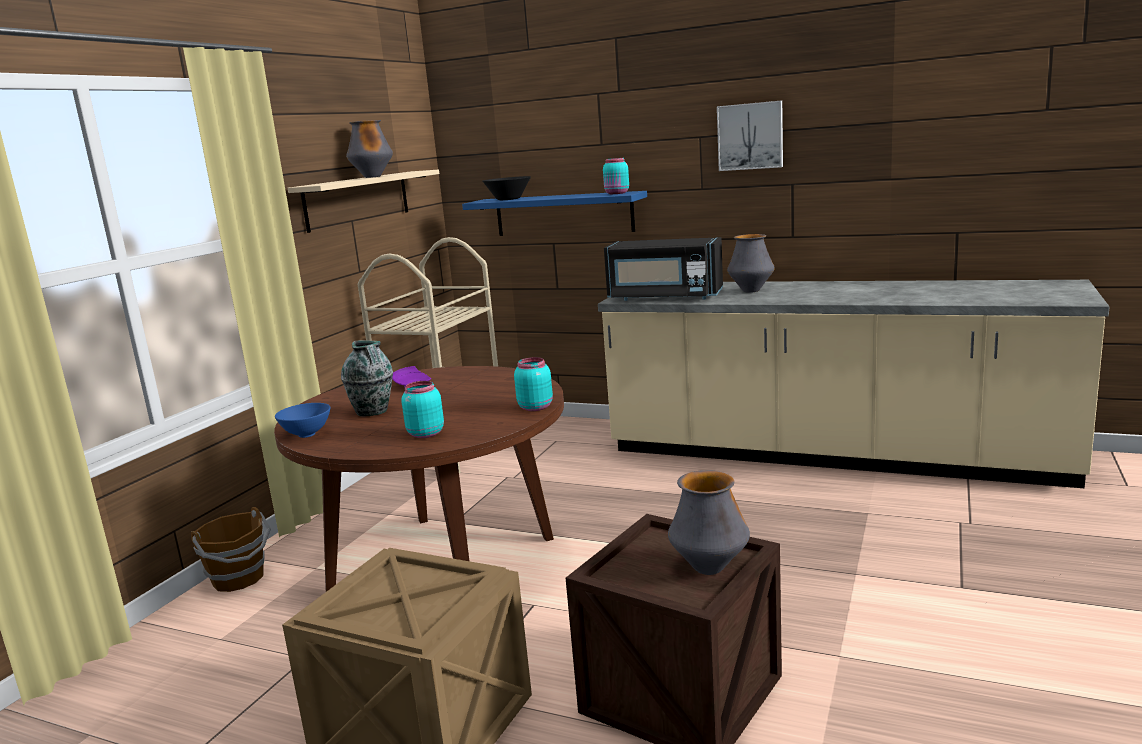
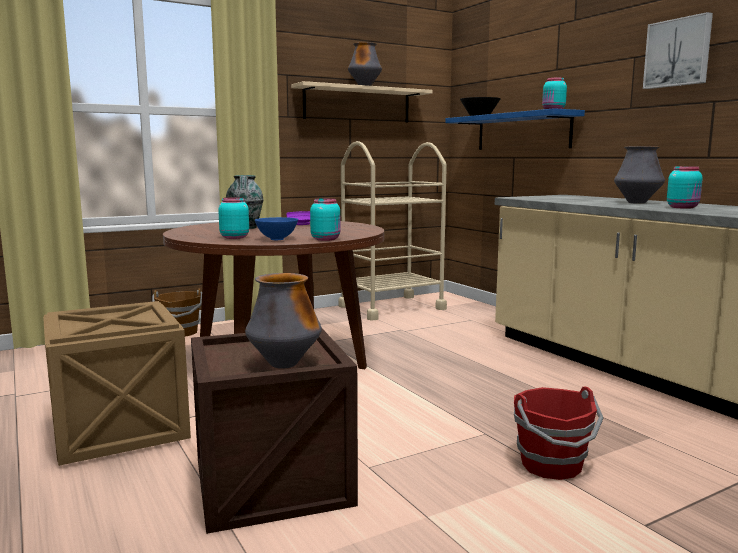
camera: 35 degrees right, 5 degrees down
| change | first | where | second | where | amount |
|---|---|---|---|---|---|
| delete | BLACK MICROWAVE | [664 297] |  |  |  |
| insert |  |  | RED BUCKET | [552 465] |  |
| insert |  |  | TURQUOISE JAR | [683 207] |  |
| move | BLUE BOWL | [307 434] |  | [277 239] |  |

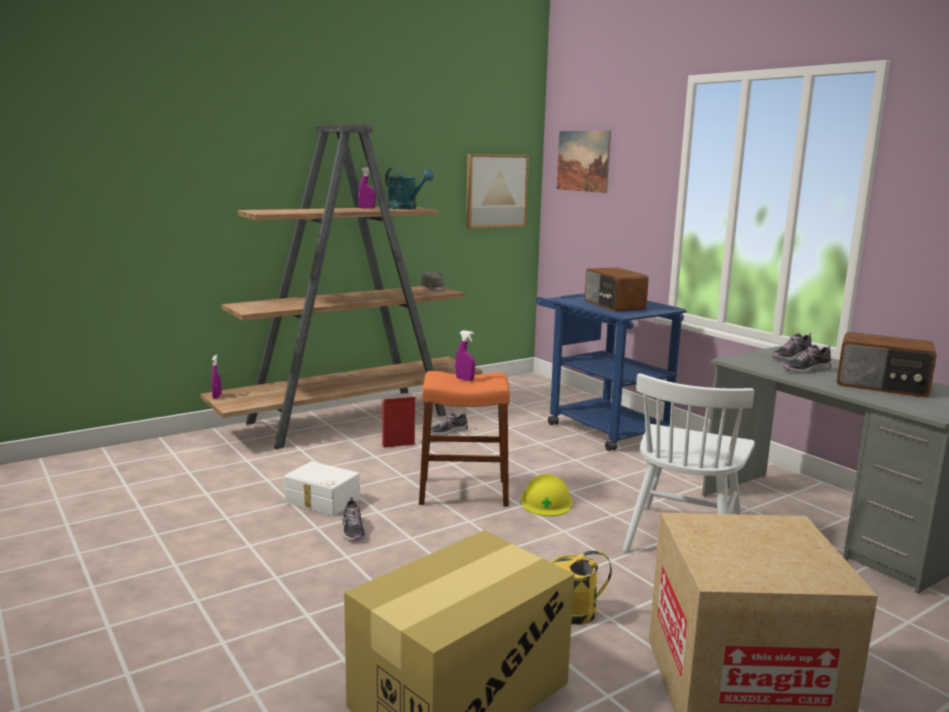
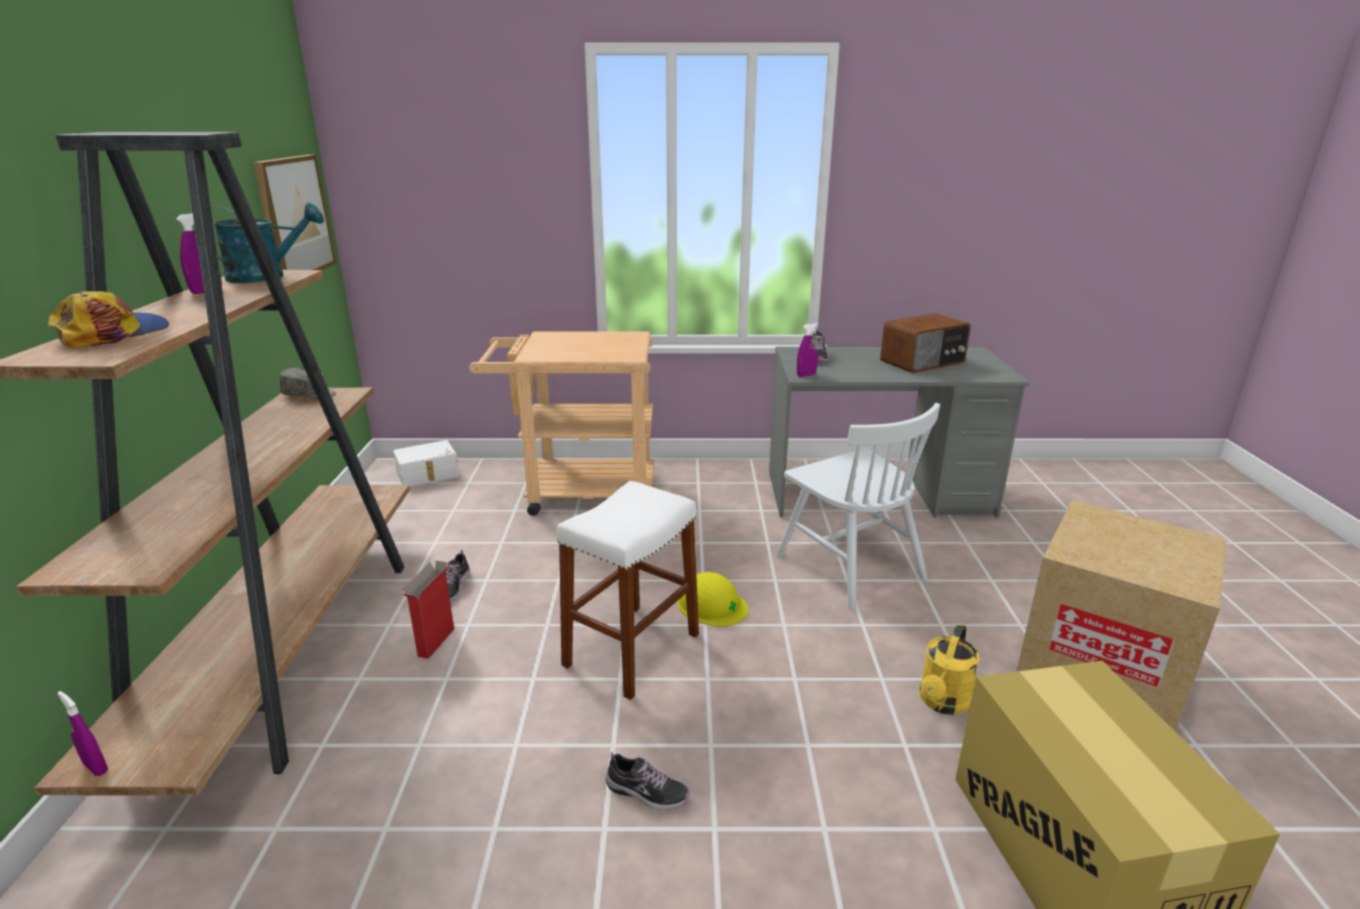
camera: 55 degrees left, 10 degrees up
| change | first | where | second | where | amount |
|---|---|---|---|---|---|
| delete | PICTURE | [583 161] |  |  |  |
| delete | RADIO | [613 305] |  |  |  |
| delete | SHOE | [806 370] |  |  |  |
| insert |  |  | CAP | [113 334] |  |
| move | WHITE STORAGE BOX | [321 501] |  | [428 475] |  |
| move | PURPLE SPRAY BOTTLE | [465 379] |  | [806 375] |  |
| recolor | ORANGE STOOL | [463 492] | WHITE STOOL | [632 649] |  |
| recolor | BLUE CART | [600 427] | BEIGE CART | [578 493] |  |

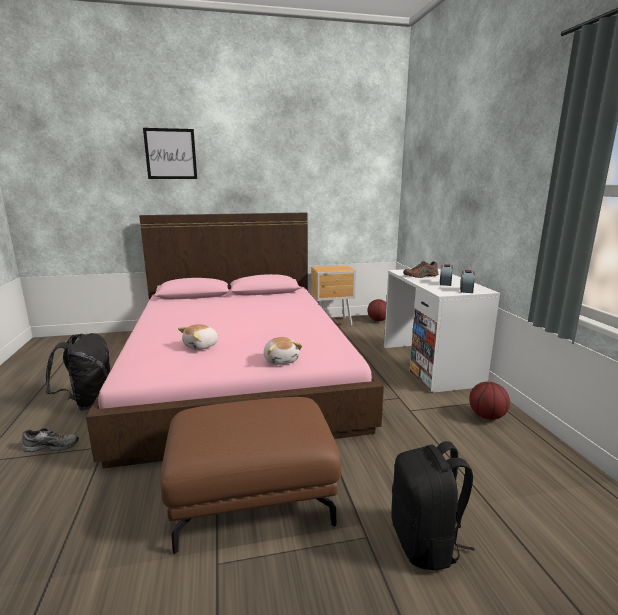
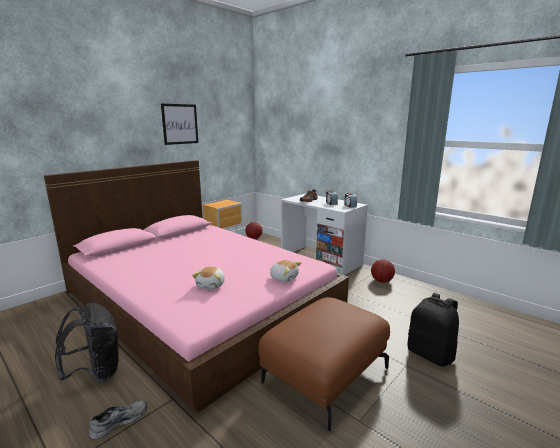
camera: 35 degrees left, 0 degrees up
| change | first | where | second | where | amount |
|---|---|---|---|---|---|
| move | PICTURE | [170 154] |  | [180 124] |  |

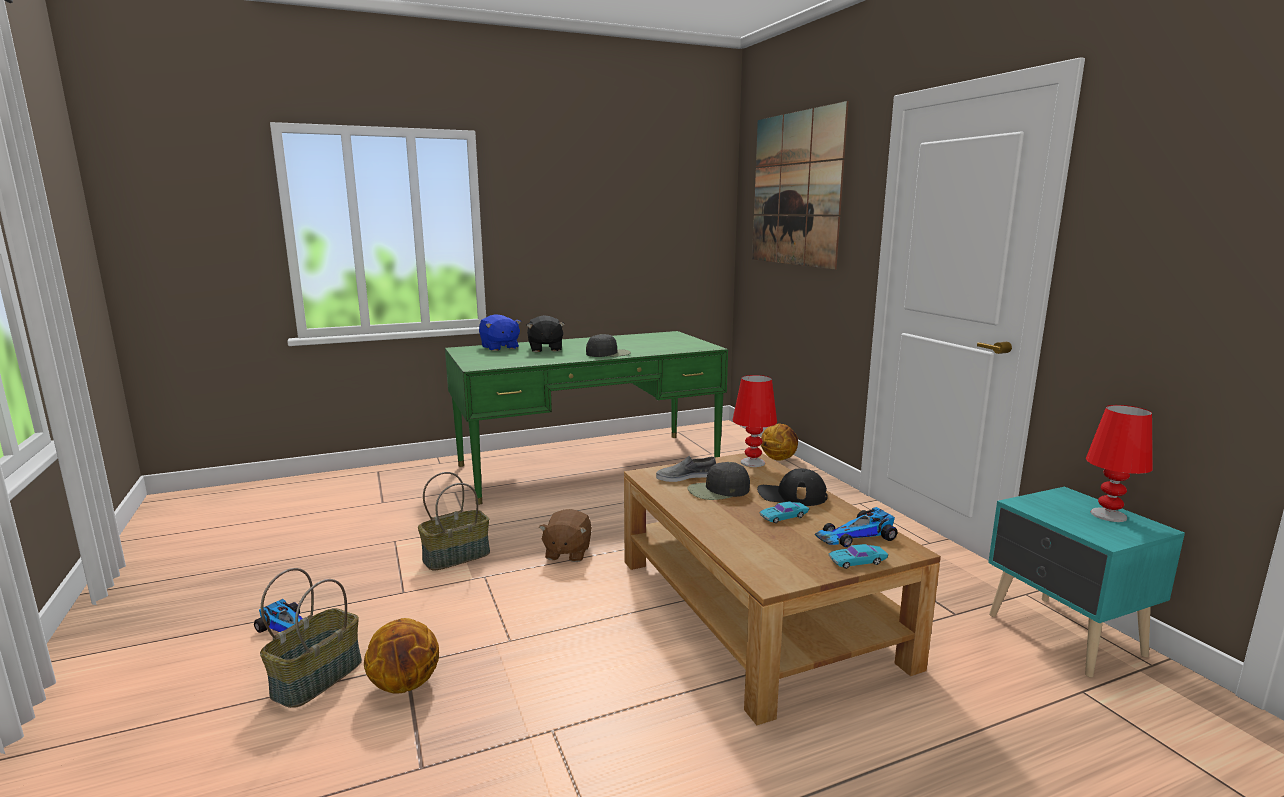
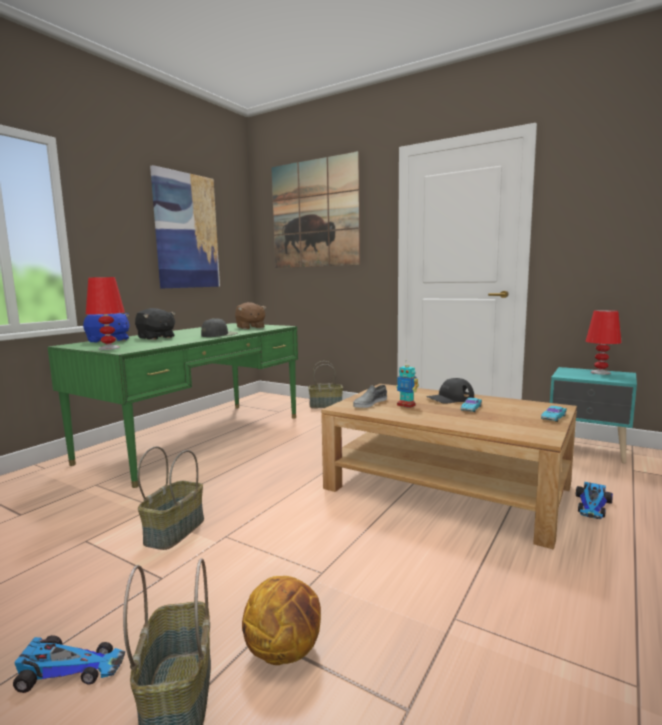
camera: 35 degrees left, 5 degrees down
| change | first | where | second | where | amount |
|---|---|---|---|---|---|
| insert |  |  | PICTURE | [186 231] |  |
| move | BROWN PLUSH TOY | [567 552] |  | [250 328] |  |
| move | RED TABLE LAMP | [753 462] |  | [109 348] |  |
| move | TOY CAR | [856 536] |  | [592 507] |  |
| replace | BLACK CAP | [718 490] | TOY ROBOT | [406 405] |  |
| replace | BASKETBALL | [779 458] | BASKET | [326 405] |  |

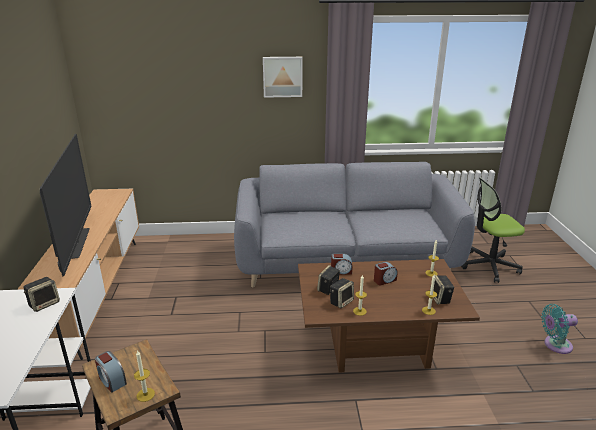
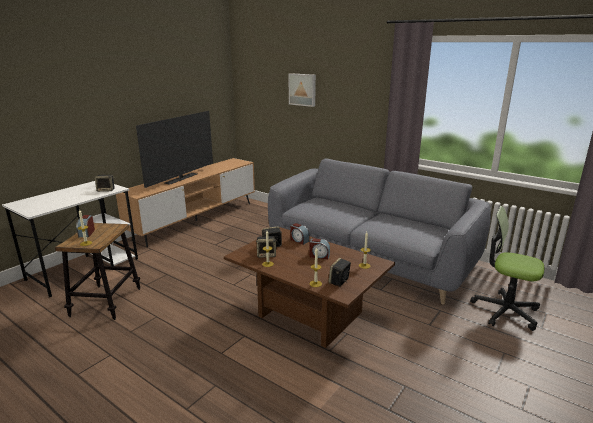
camera: 40 degrees right, 5 degrees down
| change | first | where | second | where | amount |
|---|---|---|---|---|---|
| delete | TURQUOISE FAN | [555 345] |  |  |  |
| move | PICTURE | [282 76] |  | [302 89] |  |

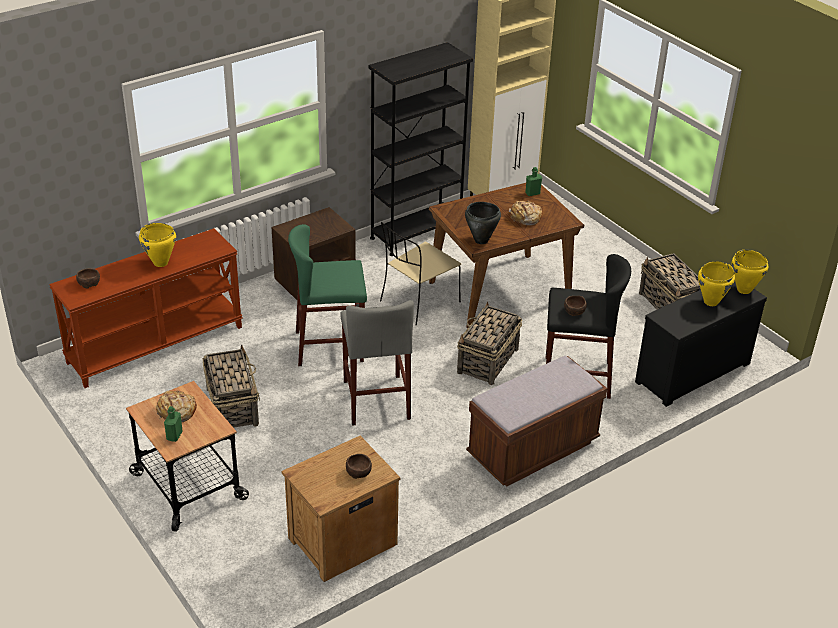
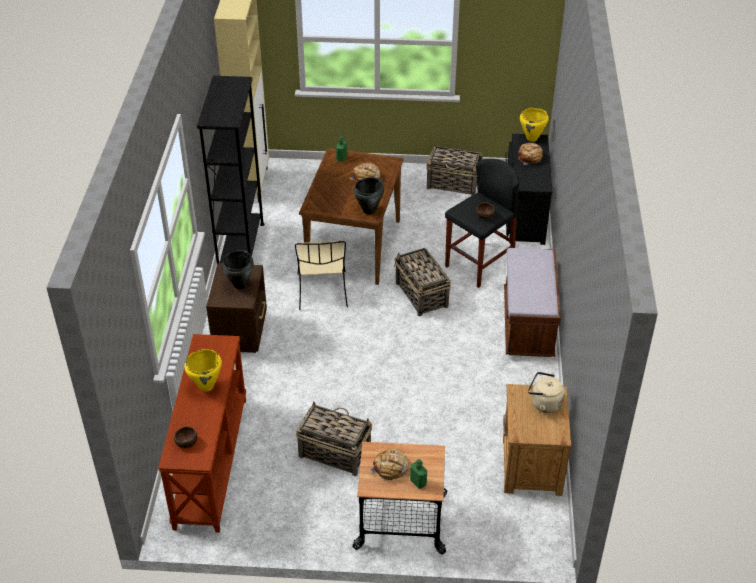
camera: 50 degrees left, 5 degrees up
| change | first | where | second | where | amount |
|---|---|---|---|---|---|
| delete | GREEN STOOL | [329 346] |  |  |  |
| delete | GREY STOOL | [376 399] |  |  |  |
| insert |  |  | BLACK COOKING POT | [240 285] |  |
| replace | BROWN BOWL | [359 471] | BEIGE KETTLE | [544 403] |  |
| replace | YELLOW COOKING POT | [711 302] | BREAD | [530 157] |  |

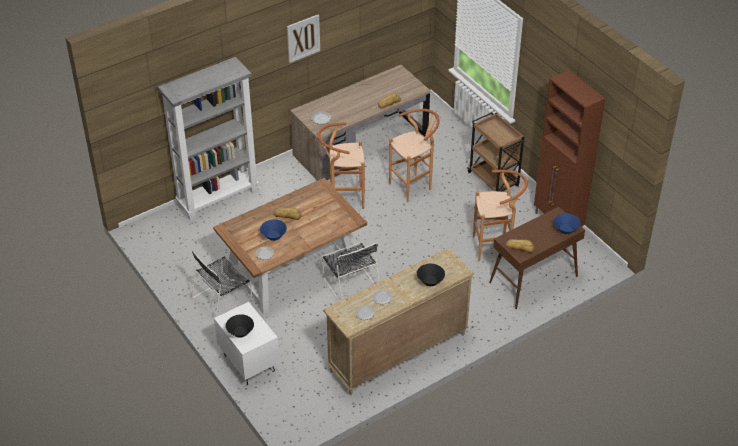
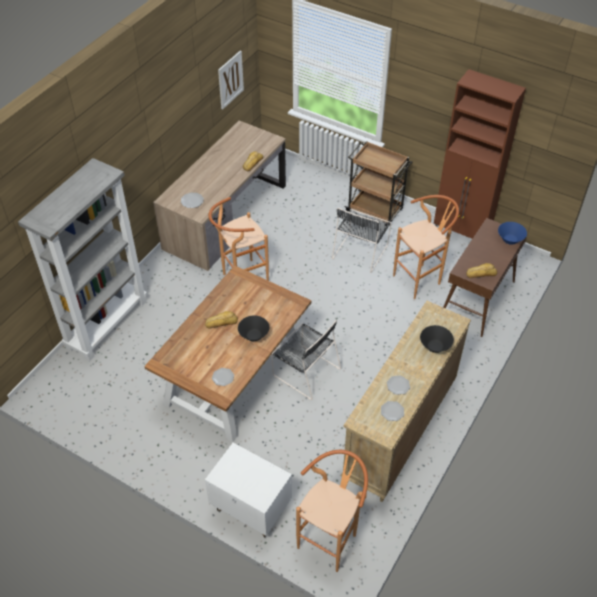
camera: 25 degrees left, 5 degrees up
| change | first | where | second | where | amount |
|---|---|---|---|---|---|
| delete | BLUE BOWL | [273 236] |  |  |  |
| move | BLACK CHAIR | [223 299] |  | [360 251] |  |
| move | BLACK BOWL | [240 332] |  | [254 335] |  |
| move | PICTURE | [303 38] |  | [230 79] |  |
| move | BROWN STOOL | [414 186] |  | [331 538] |  |

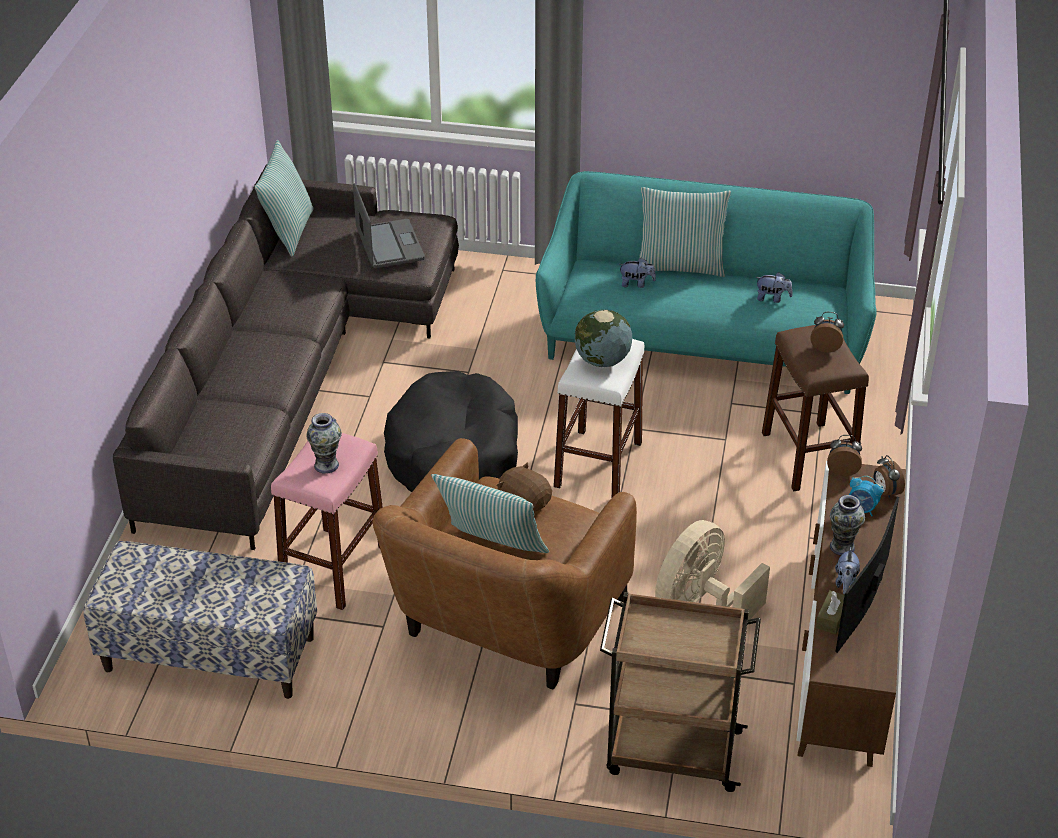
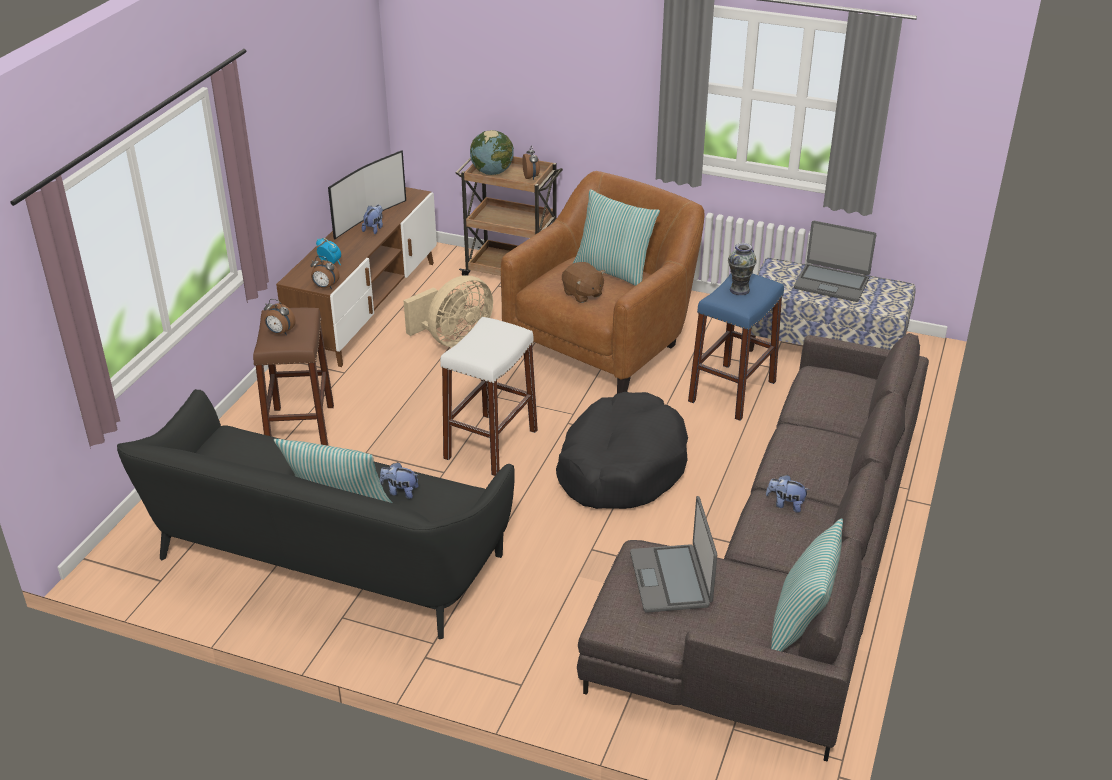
camera: 170 degrees left, 5 degrees down
| change | first | where | second | where | amount |
|---|---|---|---|---|---|
| delete | BROWN TISSUE BOX | [831 618] |  |  |  |
| delete | VASE | [841 546] |  |  |  |
| insert |  |  | LAPTOP | [831 283] |  |
| move | GLOBE | [602 361] |  | [492 172] |  |
| move | PLUSH TOY | [772 298] |  | [785 504] |  |
| move | ALARM CLOCK | [885 492] |  | [531 177] |  |
| recolor | PINK STOOL | [334 567] | BLUE STOOL | [732 391] |  |
| recolor | TURQUOISE SOFA | [704 338] | BLACK SOFA | [325 558] |  |

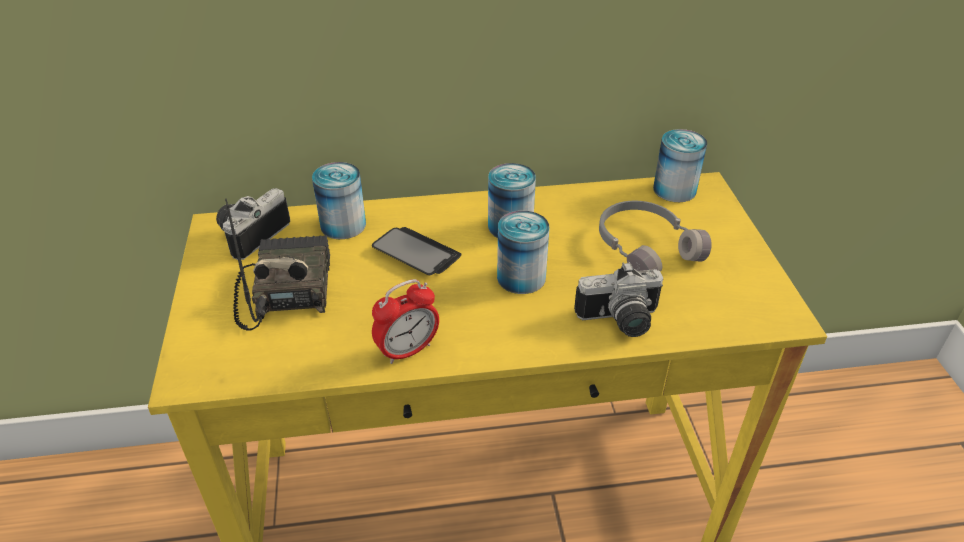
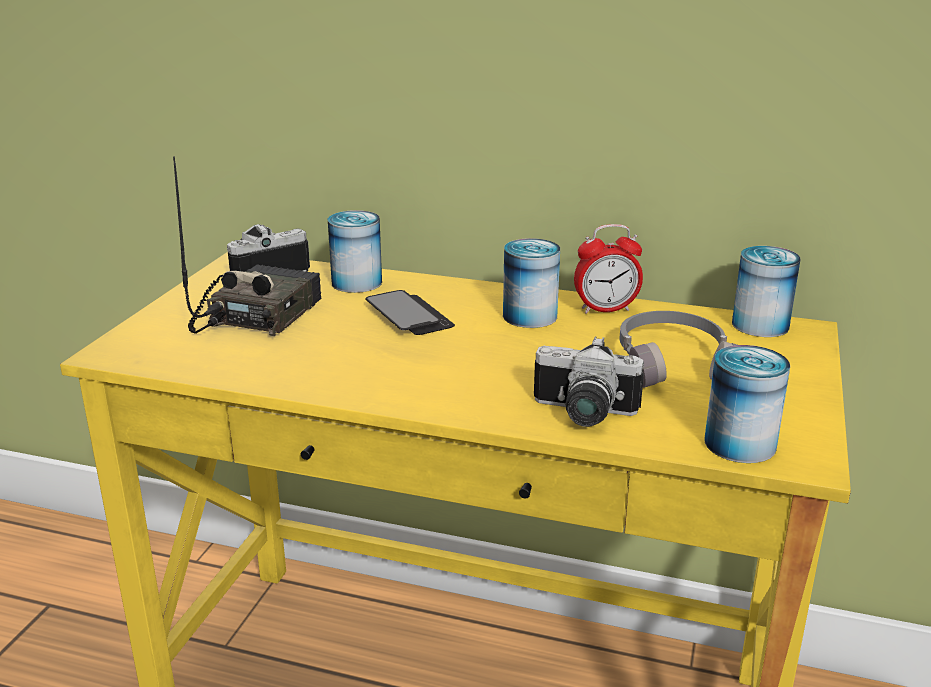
camera: 25 degrees right, 15 degrees down
| change | first | where | second | where | amount |
|---|---|---|---|---|---|
| move | ALARM CLOCK | [407 350] |  | [605 309] |  |
| move | CAN | [521 277] |  | [740 444] |  |

